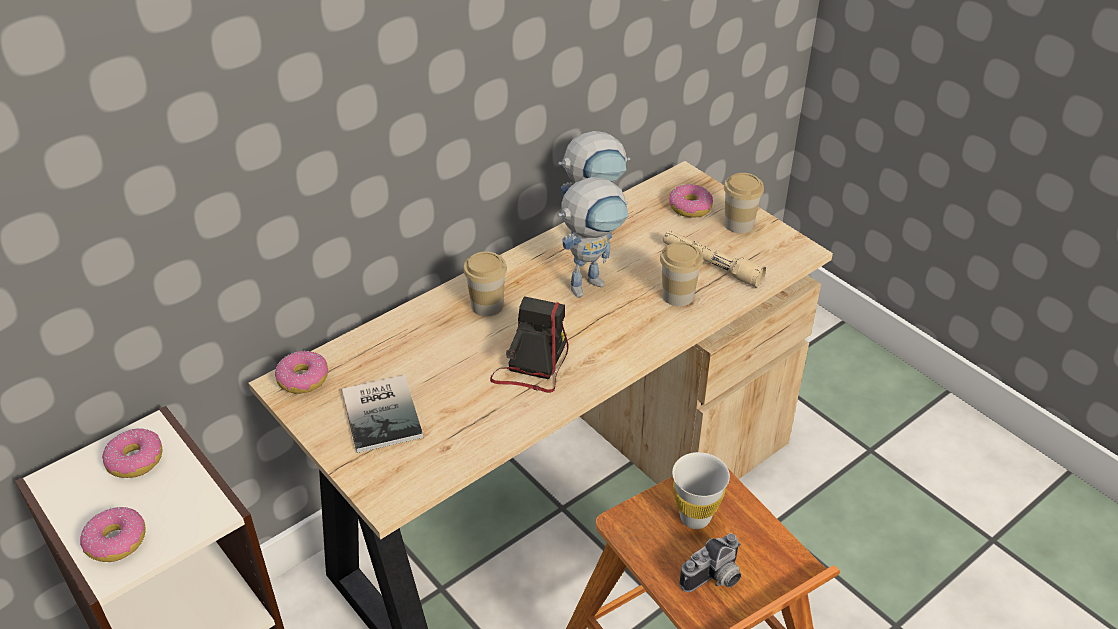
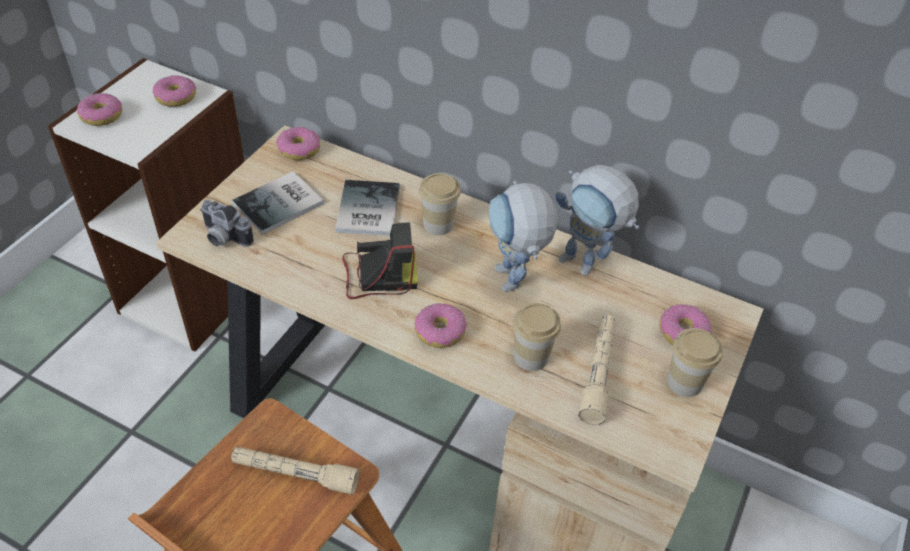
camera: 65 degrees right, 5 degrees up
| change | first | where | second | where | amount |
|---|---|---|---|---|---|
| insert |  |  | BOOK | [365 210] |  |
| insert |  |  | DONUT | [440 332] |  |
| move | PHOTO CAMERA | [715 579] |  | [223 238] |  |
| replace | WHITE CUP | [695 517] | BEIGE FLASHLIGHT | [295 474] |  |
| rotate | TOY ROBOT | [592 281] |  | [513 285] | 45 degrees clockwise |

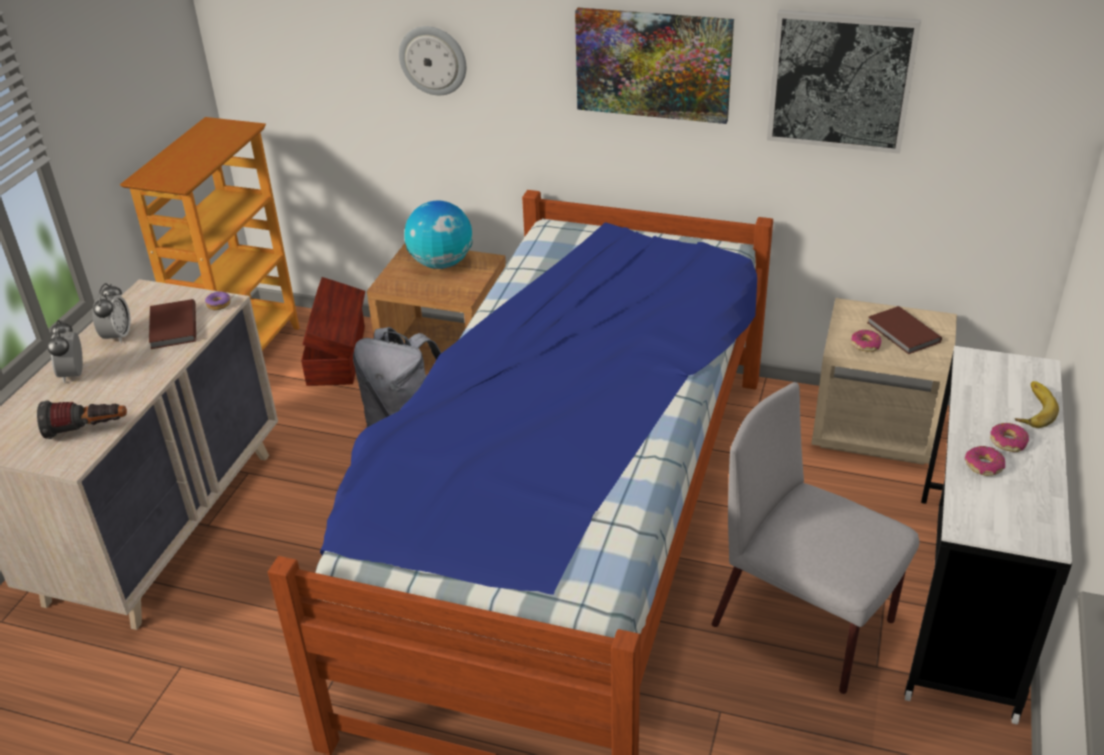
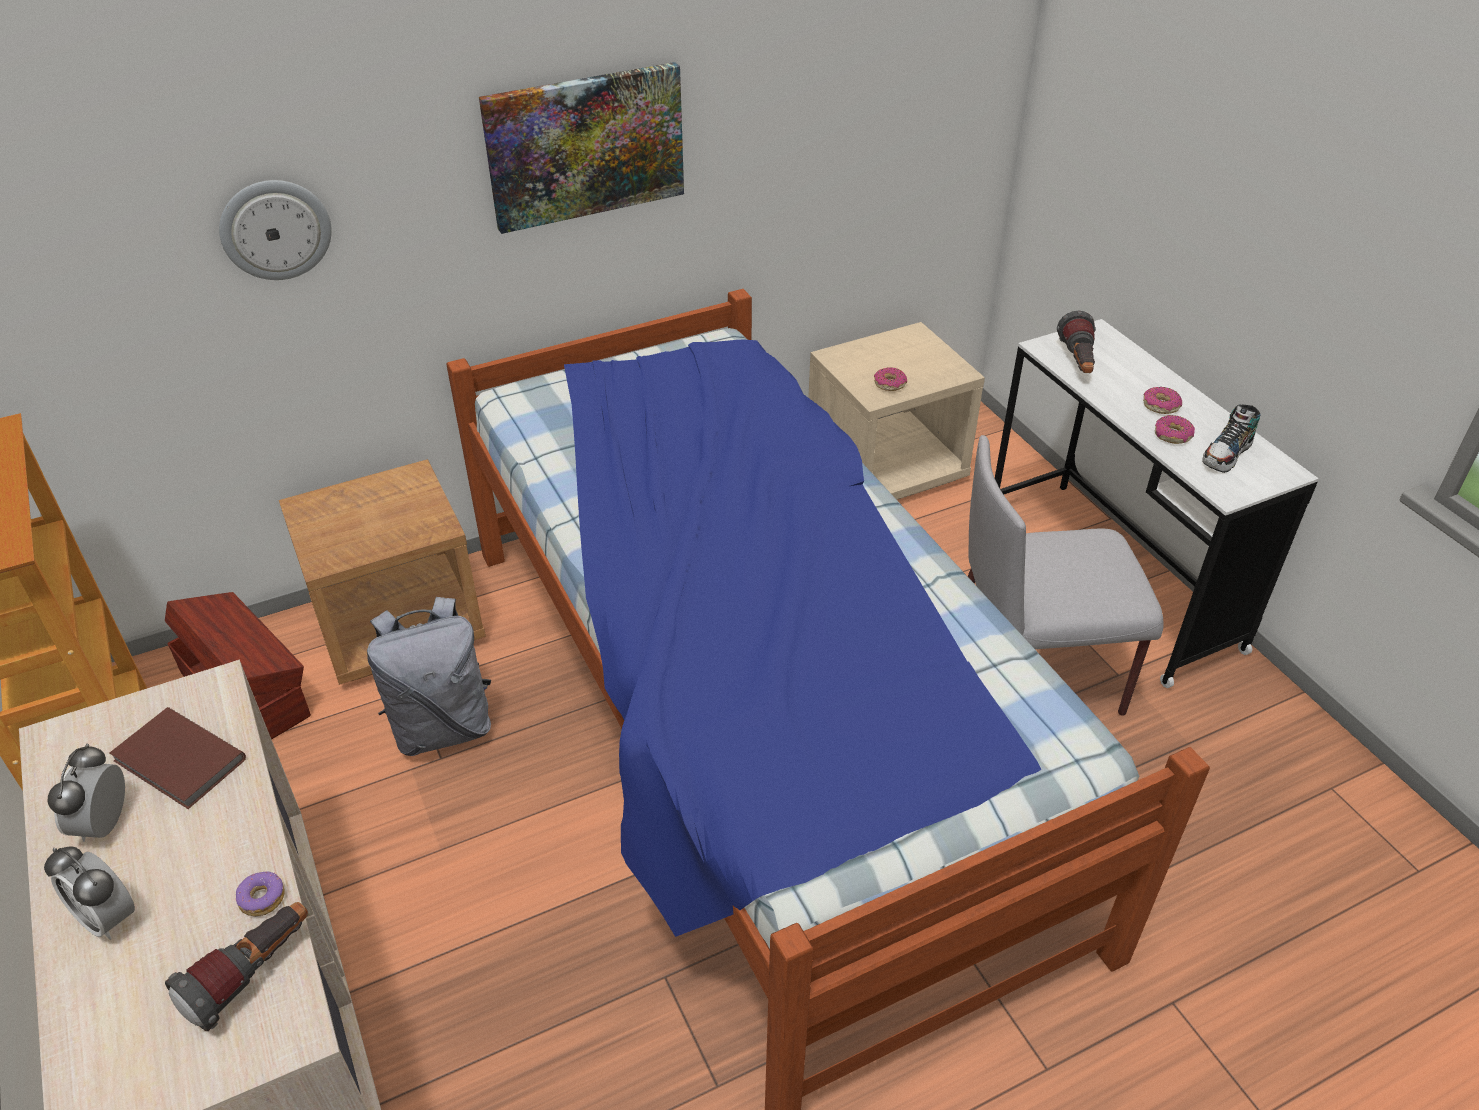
camera: 45 degrees left, 5 degrees up
| change | first | where | second | where | amount |
|---|---|---|---|---|---|
| delete | GLOBE | [441 264] |  |  |  |
| delete | PICTURE | [841 80] |  |  |  |
| delete | BROWN BOOK | [902 333] |  |  |  |
| delete | BANANA | [1031 408] |  |  |  |
| insert |  |  | FLASHLIGHT | [1077 363] |  |
| insert |  |  | SHOE | [1226 454] |  |
| move | DONUT | [218 304] |  | [262 898] |  |
| rotate | ALARM CLOCK | [117 336] |  | [105 823] | 135 degrees counterclockwise |

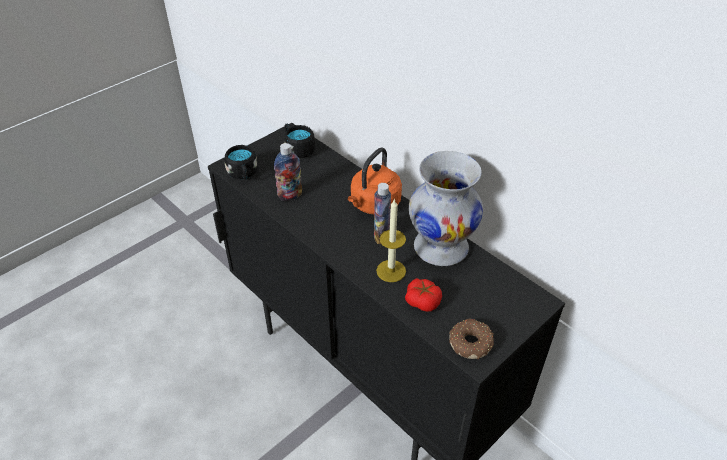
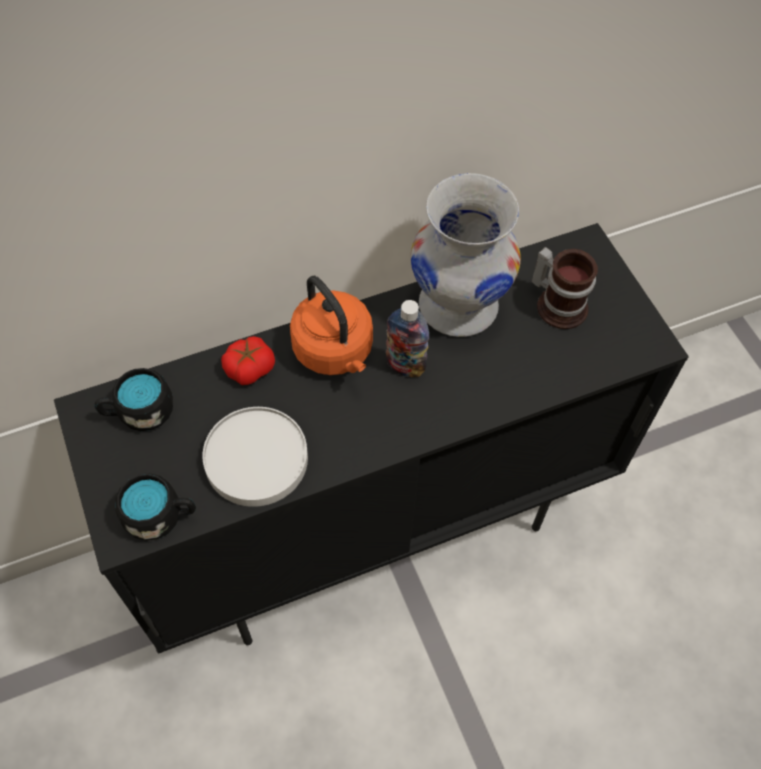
camera: 70 degrees left, 15 degrees up
| change | first | where | second | where | amount |
|---|---|---|---|---|---|
| delete | CANDLE | [391 271] |  |  |  |
| delete | DONUT | [470 342] |  |  |  |
| insert |  |  | MUG | [559 303] |  |
| move | TOMATO | [422 301] |  | [249 368] |  |
| replace | BOTTLE | [290 195] | WHITE PLATE | [255 458] |  |

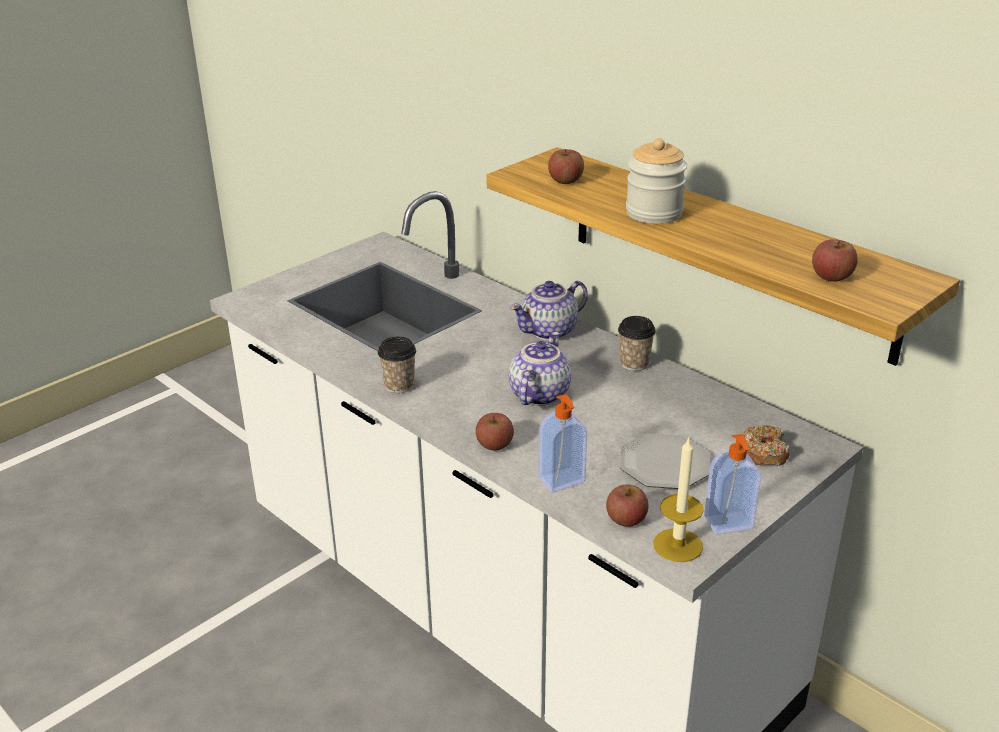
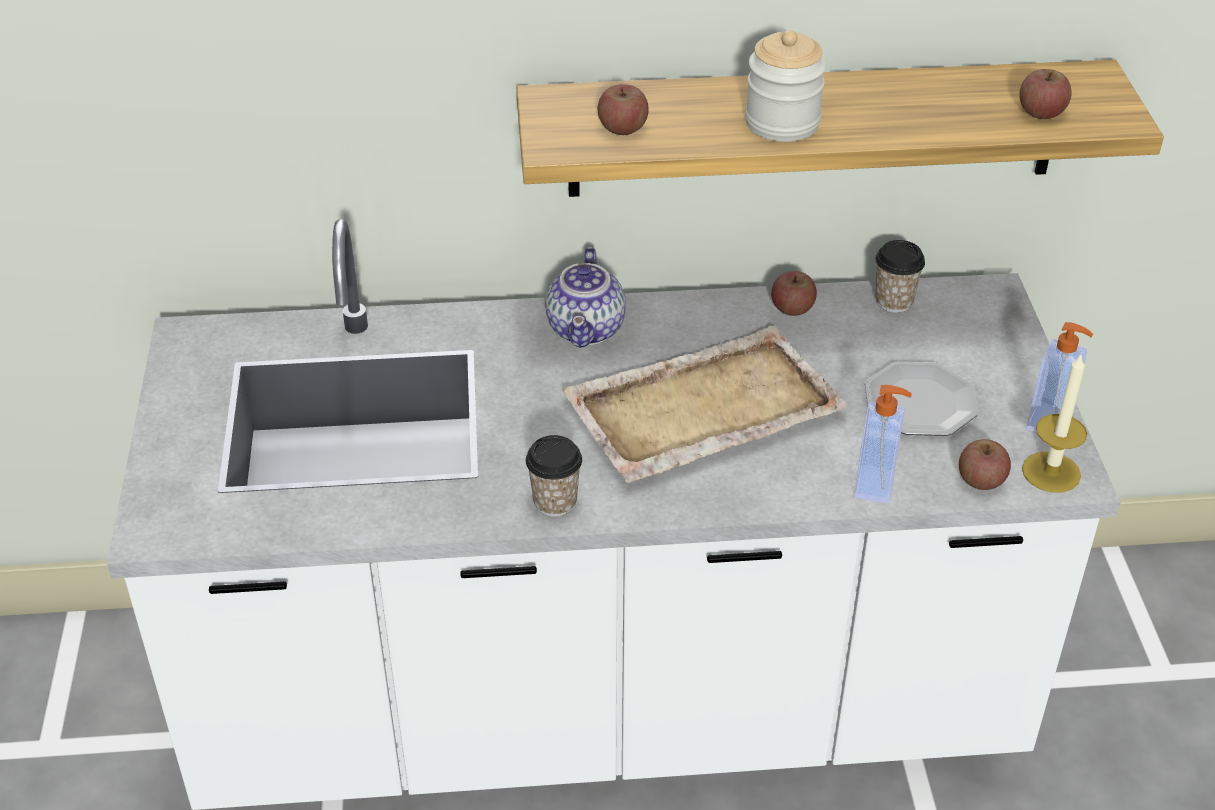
camera: 50 degrees left, 10 degrees up
| change | first | where | second | where | amount |
|---|---|---|---|---|---|
| delete | DONUT | [762 453] |  |  |  |
| move | APPLE | [494 444] |  | [792 308] |  |
| move | CUP | [634 363] |  | [894 301] |  |
| replace | TEAPOT | [538 394] | BEIGE TRAY | [701 410] |  |

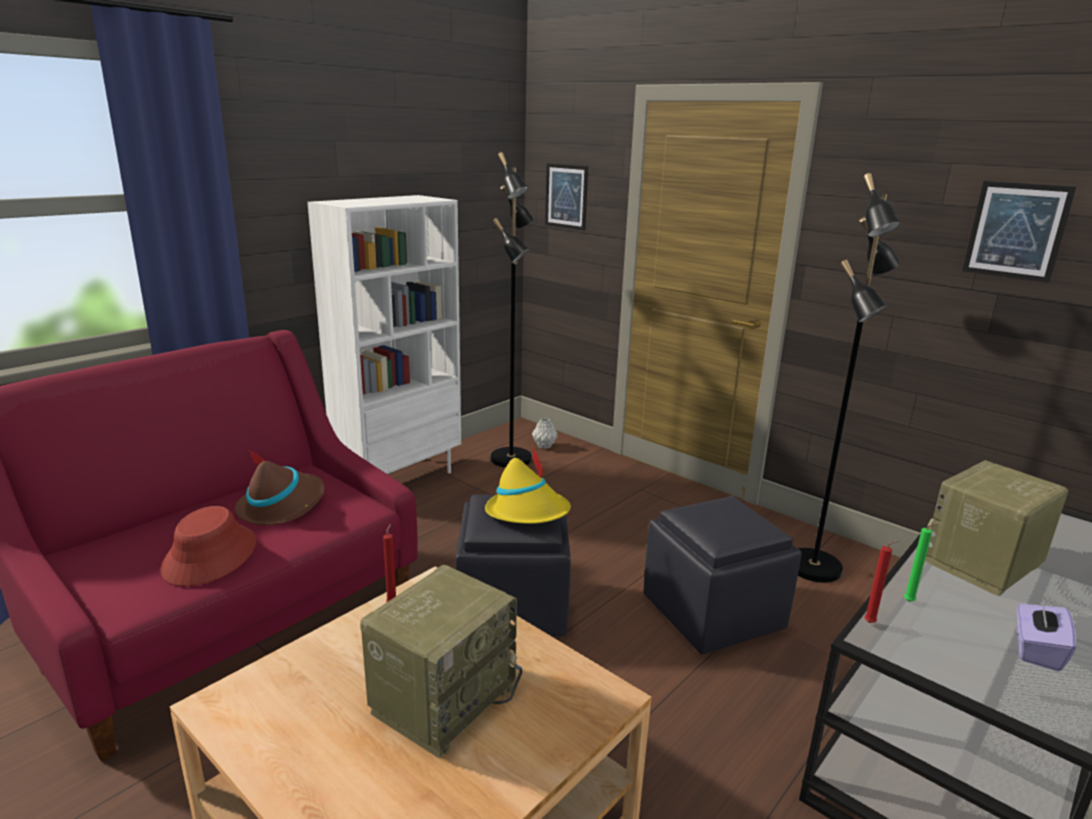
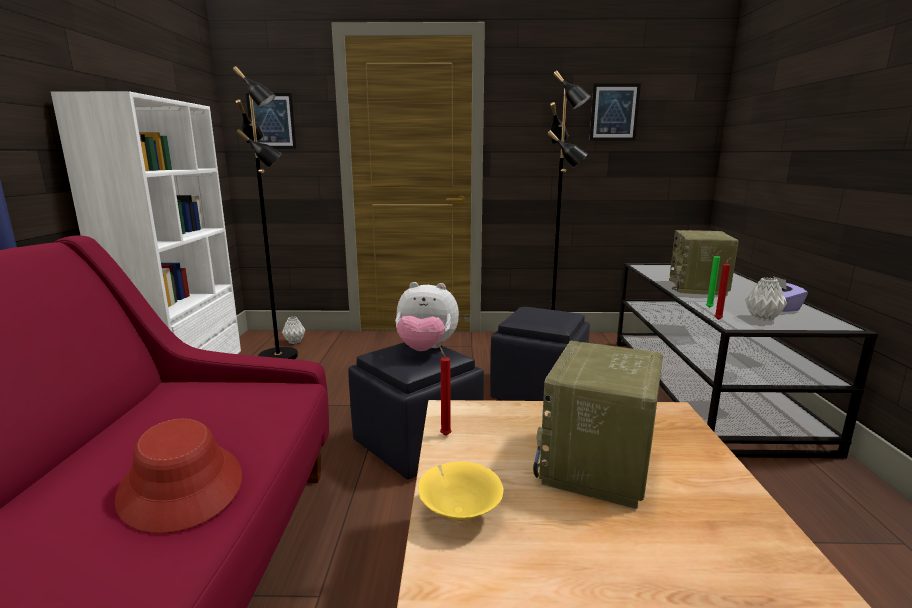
camera: 40 degrees left, 5 degrees down
| change | first | where | second | where | amount |
|---|---|---|---|---|---|
| delete | BROWN HAT | [282 505] |  |  |  |
| insert |  |  | YELLOW BOWL | [459 512] |  |
| insert |  |  | GREY VASE | [761 318] |  |
| replace | YELLOW HAT | [528 512] | PLUSH TOY | [426 349] |  |
| rotate | RADIO | [444 697] |  | [598 466] | 150 degrees counterclockwise |

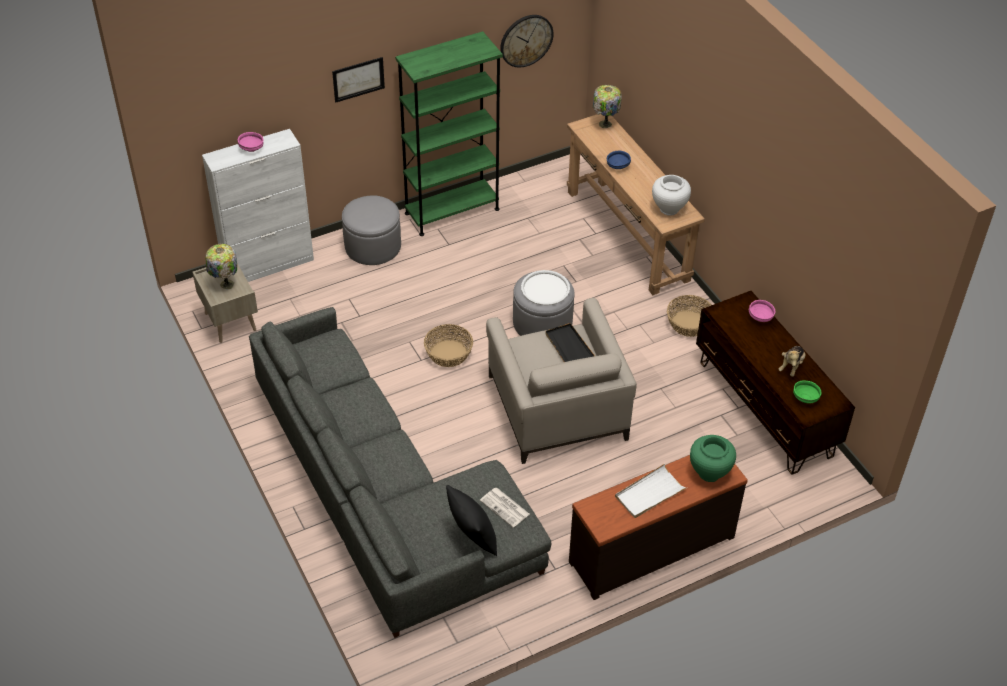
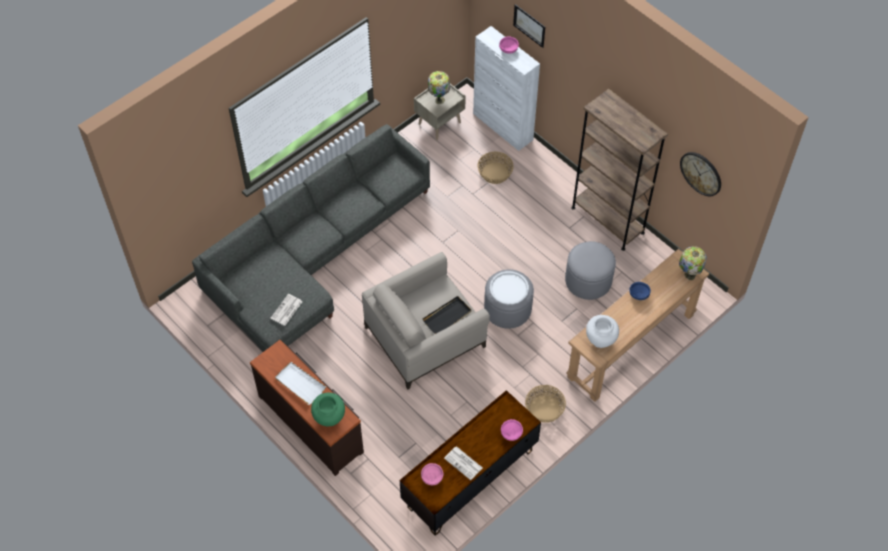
camera: 75 degrees right, 10 degrees up
| change | first | where | second | where | amount |
|---|---|---|---|---|---|
| delete | BLACK PILLOW | [472 538] |  |  |  |
| move | PICTURE | [358 79] |  | [529 25] |  |
| move | GREY OTTOMAN | [373 246] |  | [588 280] |  |
| move | BASKET | [448 353] |  | [495 173] |  |
| replace | PLUSH TOY | [791 366] | NEWSPAPER | [464 463] |  |
| recolor | GREEN BOOKCASE | [452 211] | BROWN BOOKCASE | [607 220] |  |
| recolor | GREEN BOWL | [805 398] | PINK BOWL | [432 478] |  |

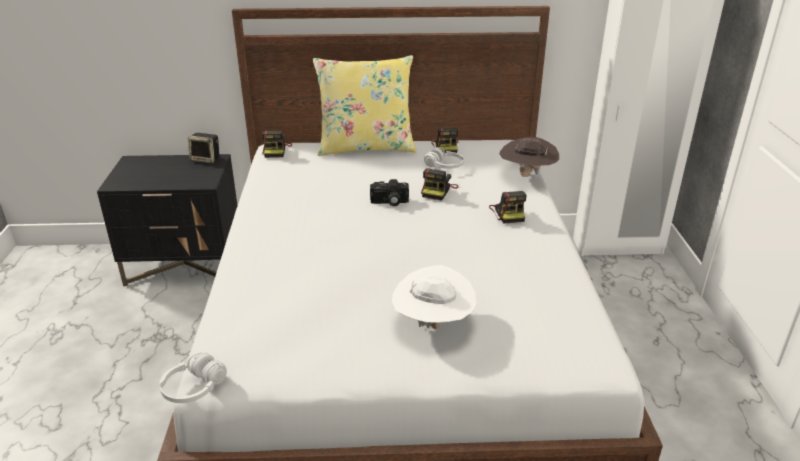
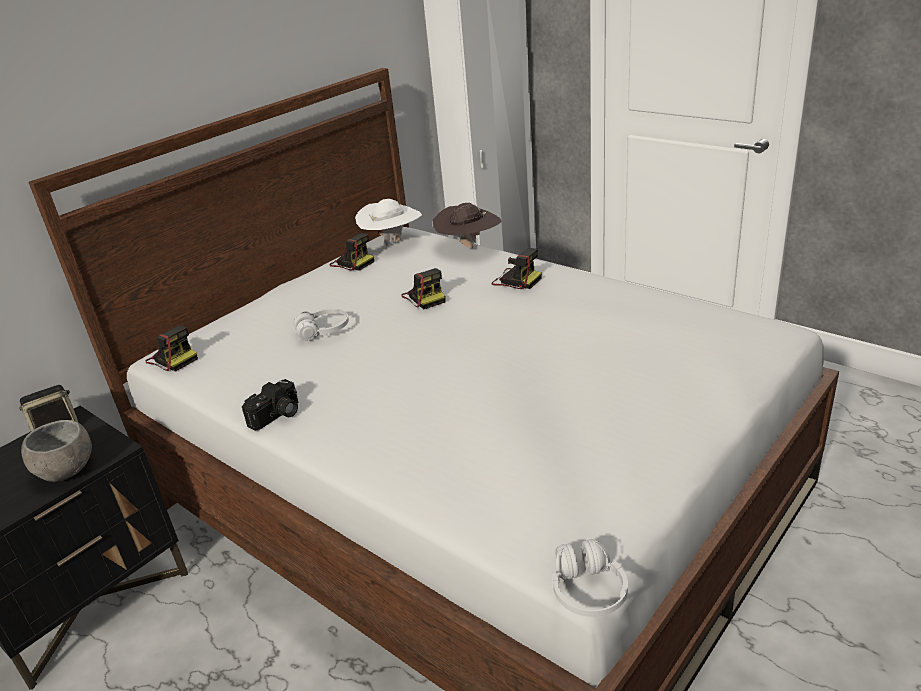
camera: 45 degrees left, 0 degrees up
| change | first | where | second | where | amount |
|---|---|---|---|---|---|
| delete | YELLOW PILLOW | [366 147] |  |  |  |
| insert |  |  | GREY BOWL | [66 471] |  |
| move | PHOTO CAMERA | [389 202] |  | [277 416] |  |
| move | WHITE HAT | [433 324] |  | [392 241] |  |
| move | WHITE HEADPHONES | [444 166] |  | [323 331] |  |

